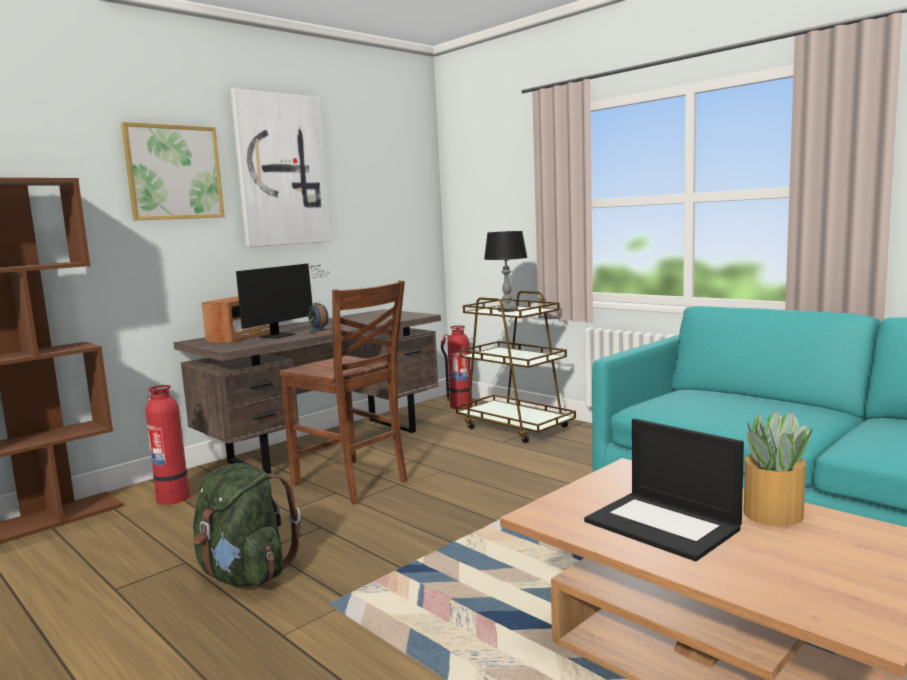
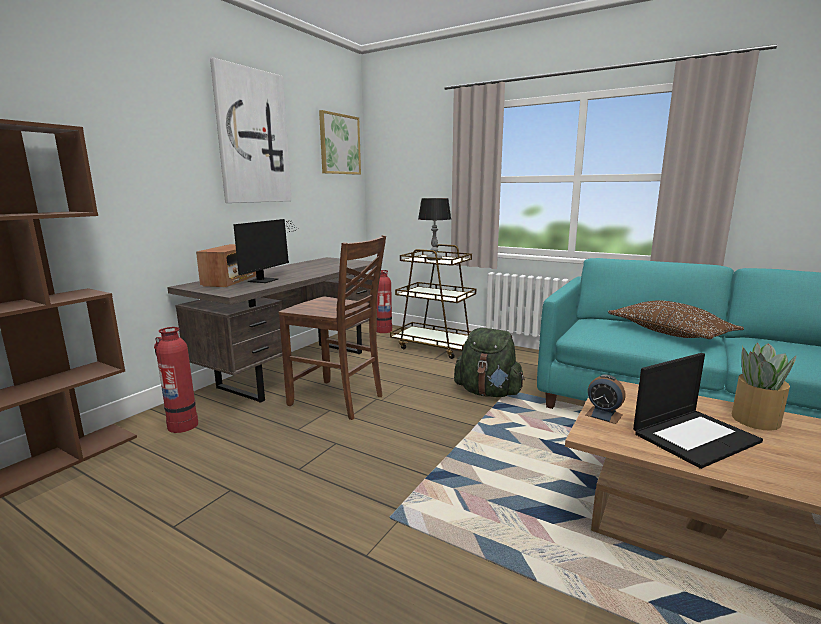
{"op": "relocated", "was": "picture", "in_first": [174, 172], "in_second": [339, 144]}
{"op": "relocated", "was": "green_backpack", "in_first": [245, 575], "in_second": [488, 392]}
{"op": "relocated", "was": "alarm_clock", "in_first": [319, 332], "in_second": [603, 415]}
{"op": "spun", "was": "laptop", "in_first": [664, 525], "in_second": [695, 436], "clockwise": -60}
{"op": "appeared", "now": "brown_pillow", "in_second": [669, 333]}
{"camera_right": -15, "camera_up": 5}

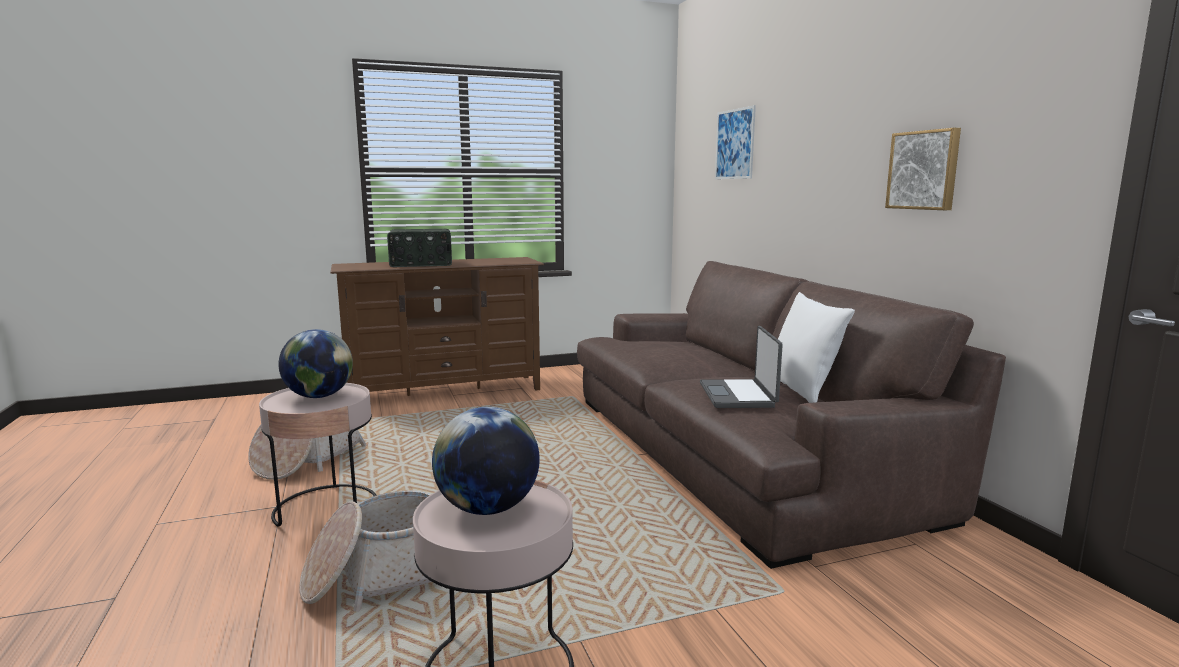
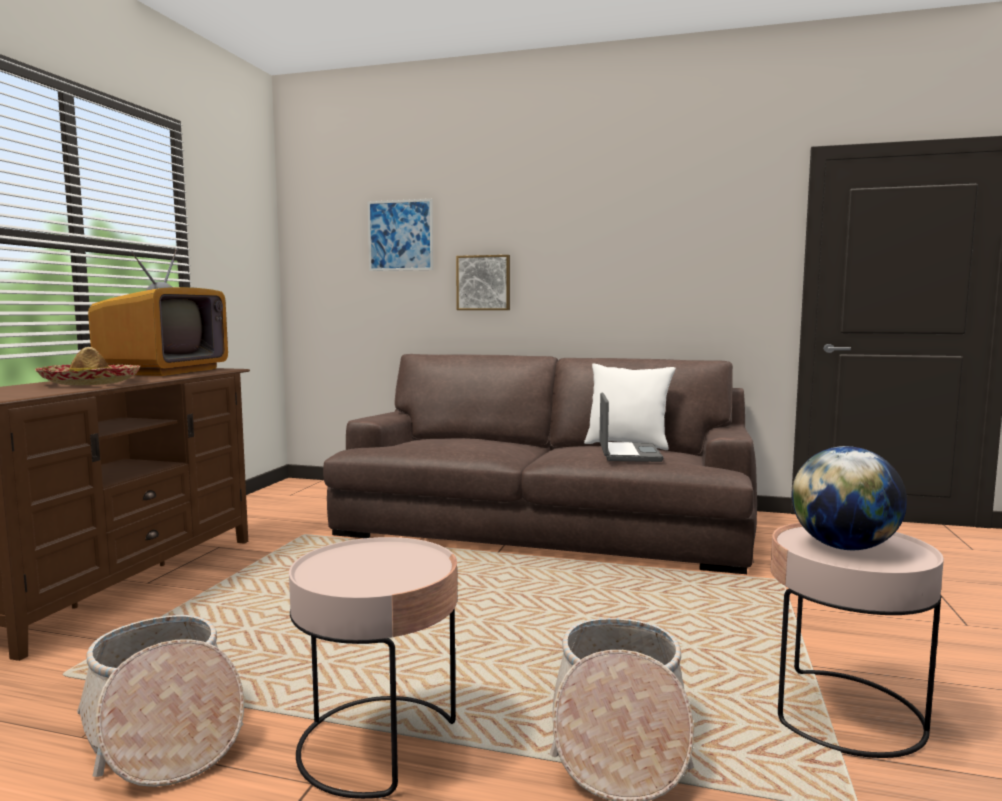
{"op": "missing", "was": "globe", "in_first": [319, 396]}
{"op": "exchanged", "was": "radio", "now": "hat", "in_first": [421, 264], "in_second": [91, 383]}
{"op": "spun", "was": "laptop", "in_first": [738, 395], "in_second": [627, 453], "clockwise": -120}
{"op": "relocated", "was": "picture", "in_first": [924, 170], "in_second": [483, 283]}
{"op": "appeared", "now": "television", "in_second": [164, 371]}
{"camera_right": -55, "camera_up": -5}

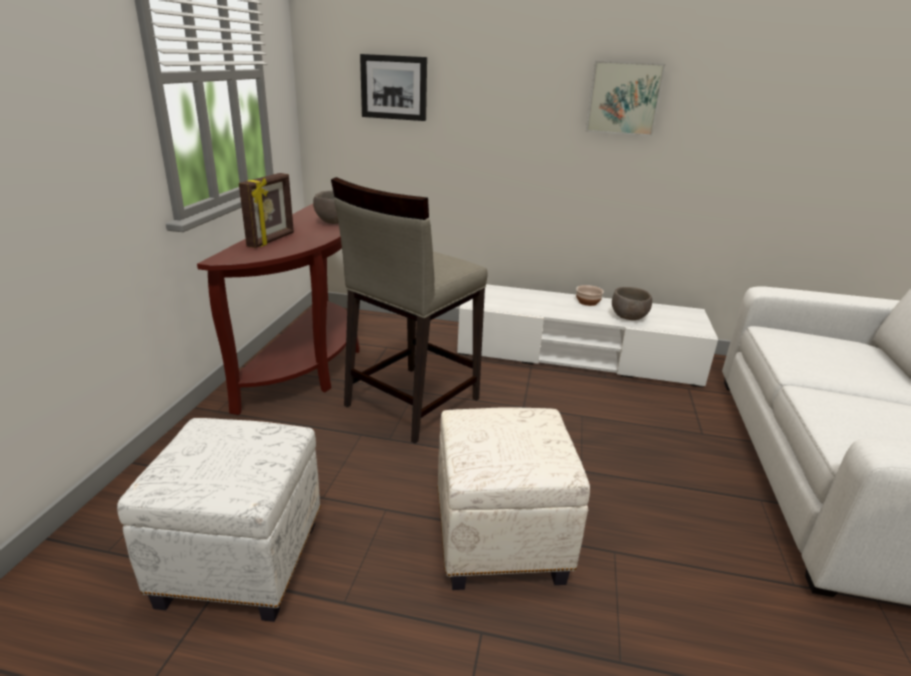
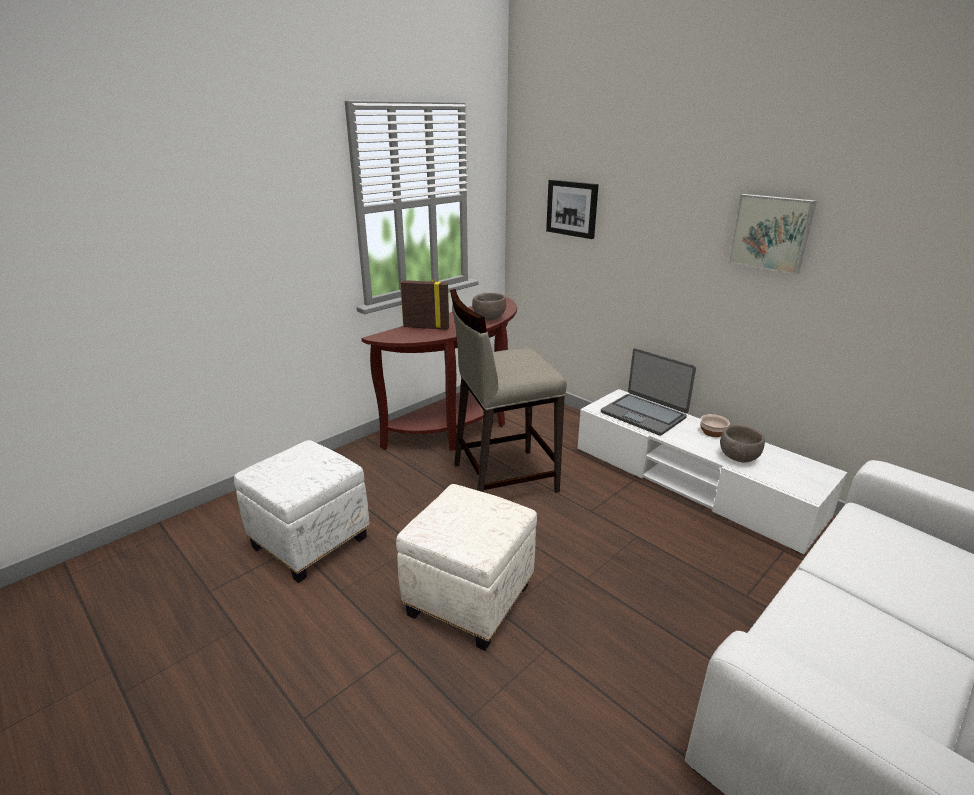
{"op": "spun", "was": "picture_frame", "in_first": [272, 240], "in_second": [426, 327], "clockwise": -135}
{"op": "appeared", "now": "laptop", "in_second": [643, 415]}
{"camera_right": 35, "camera_up": 0}

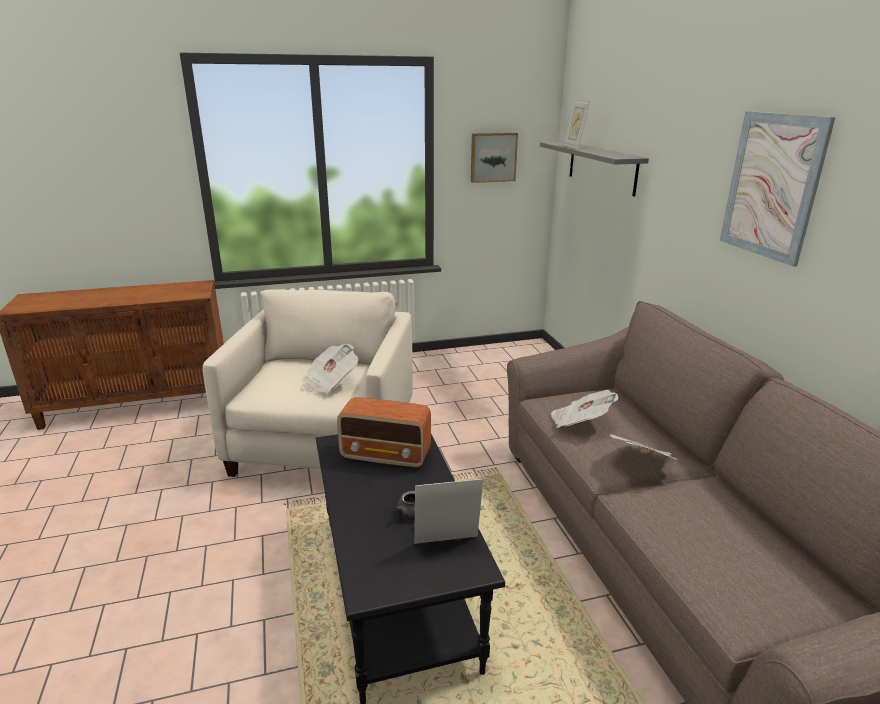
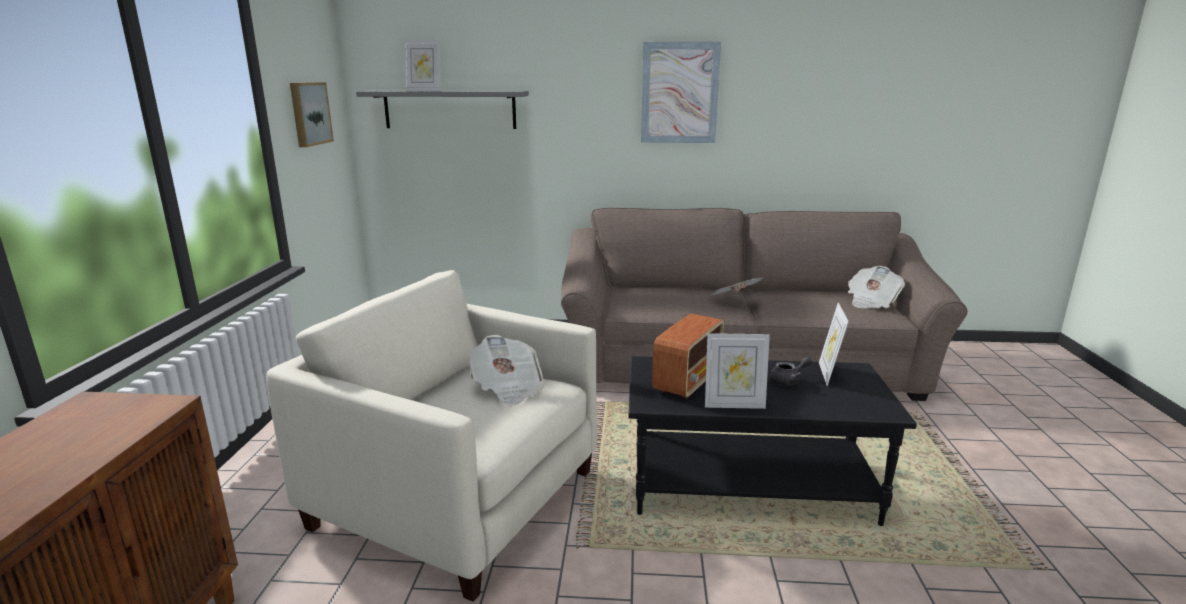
{"op": "relocated", "was": "newspaper", "in_first": [580, 423], "in_second": [871, 301]}
{"op": "appeared", "now": "picture_frame", "in_second": [734, 405]}
{"camera_right": -70, "camera_up": -5}

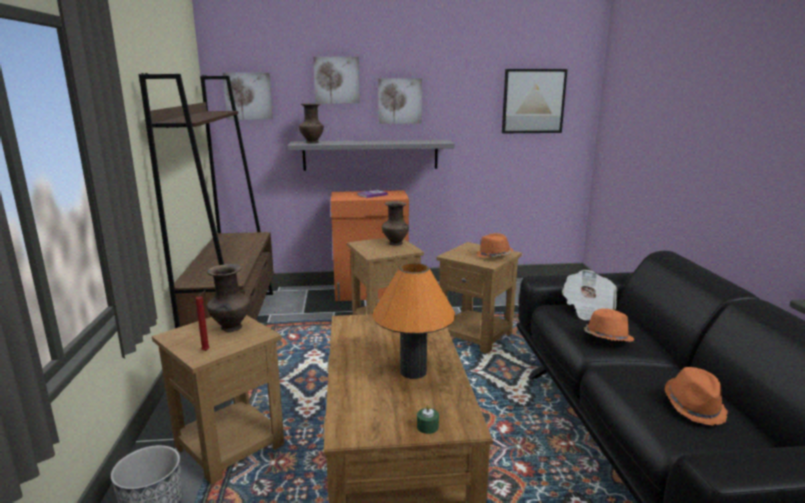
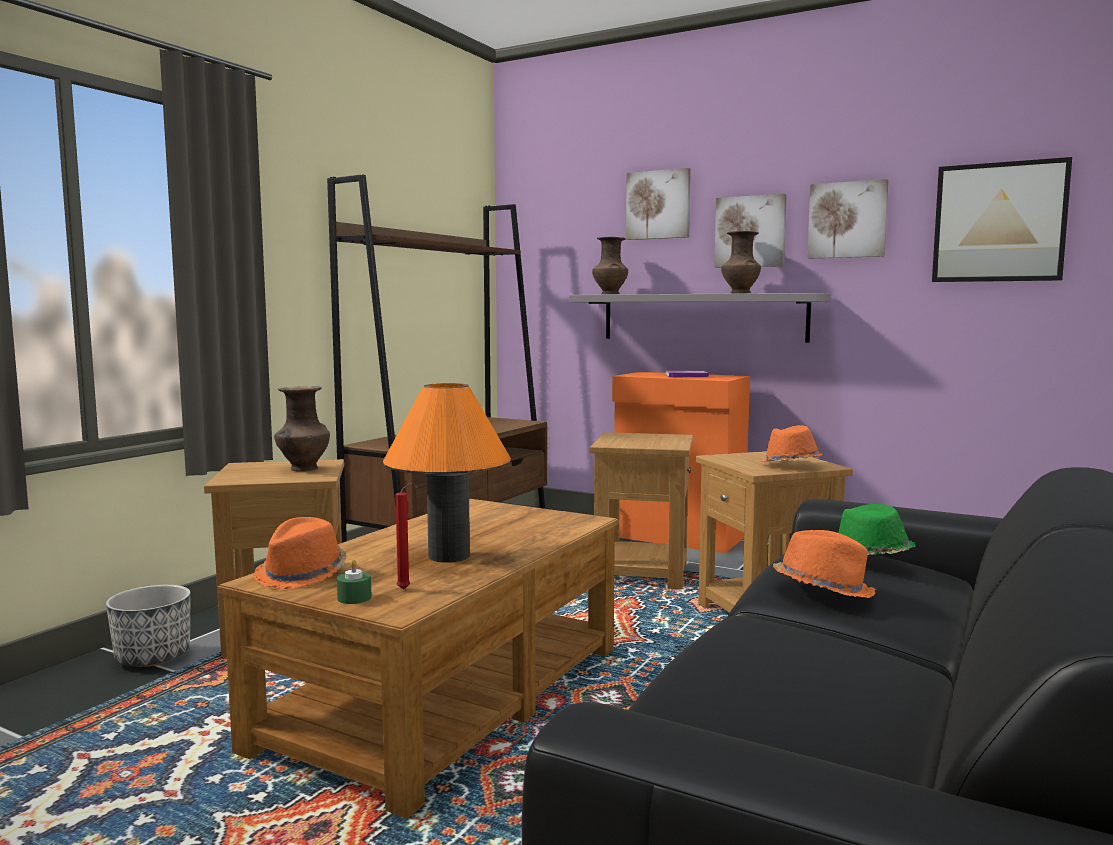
{"op": "relocated", "was": "red_candle", "in_first": [207, 351], "in_second": [405, 589]}
{"op": "relocated", "was": "picture", "in_first": [248, 96], "in_second": [847, 220]}
{"op": "relocated", "was": "brown_vase", "in_first": [395, 243], "in_second": [739, 293]}
{"op": "exchanged", "was": "newspaper", "now": "green_hat", "in_first": [588, 309], "in_second": [869, 556]}
{"op": "relocated", "was": "orange_hat", "in_first": [694, 407], "in_second": [303, 575]}
{"camera_right": 35, "camera_up": -10}

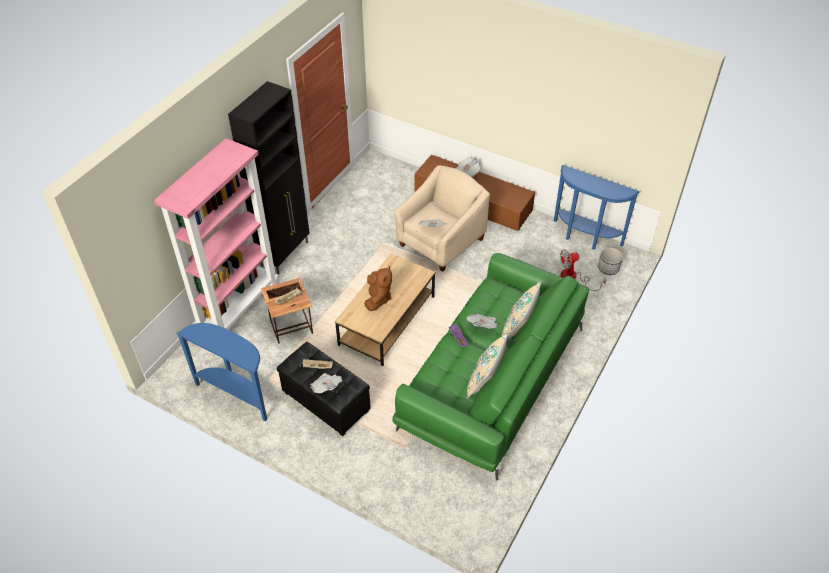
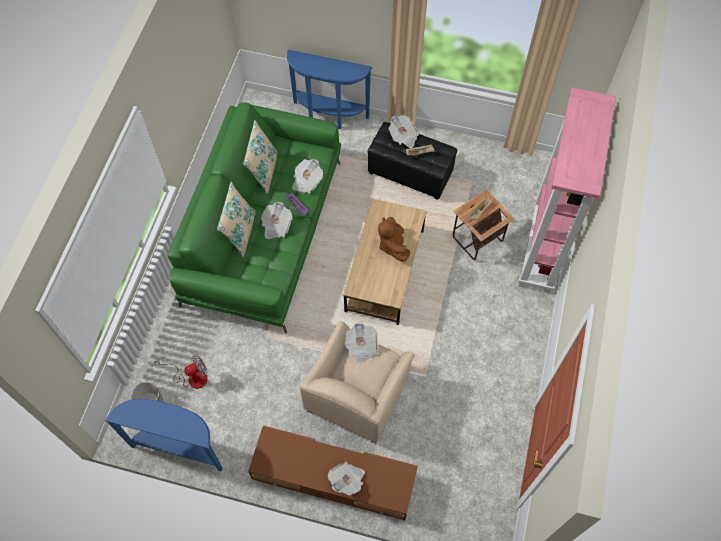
{"op": "relocated", "was": "blue_console_table", "in_first": [237, 394], "in_second": [329, 117]}
{"op": "missing", "was": "black_cabinet", "in_first": [285, 253]}
{"op": "appeared", "now": "newspaper", "in_second": [306, 181]}
{"camera_right": 165, "camera_up": 15}

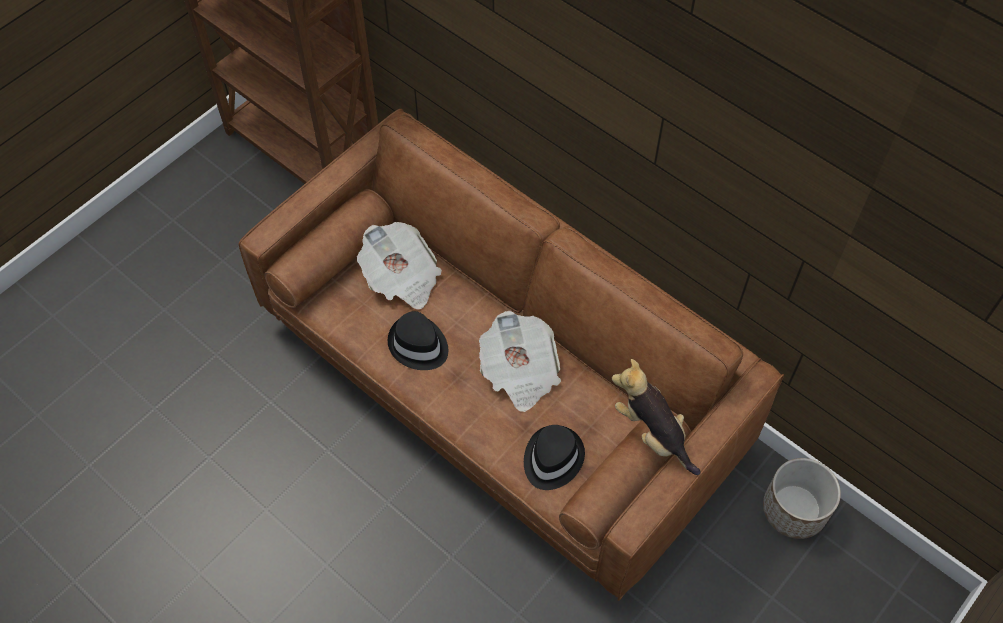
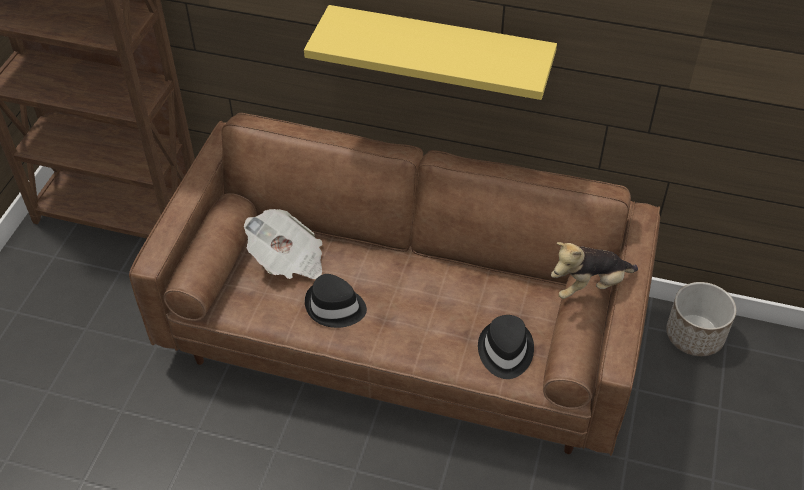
{"op": "missing", "was": "newspaper", "in_first": [519, 372]}
{"op": "spun", "was": "plush_toy", "in_first": [652, 433], "in_second": [588, 286], "clockwise": -45}
{"op": "appeared", "now": "yellow_shelf", "in_second": [439, 49]}
{"camera_right": -25, "camera_up": -10}

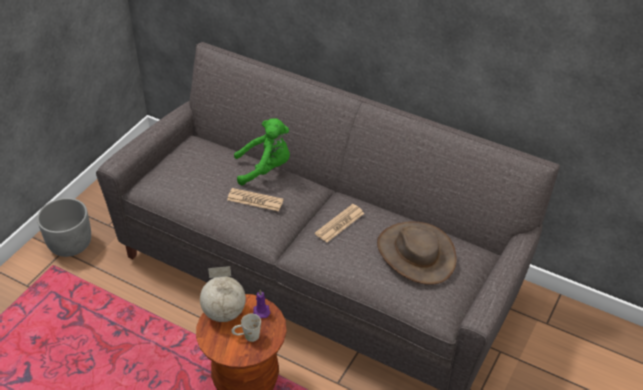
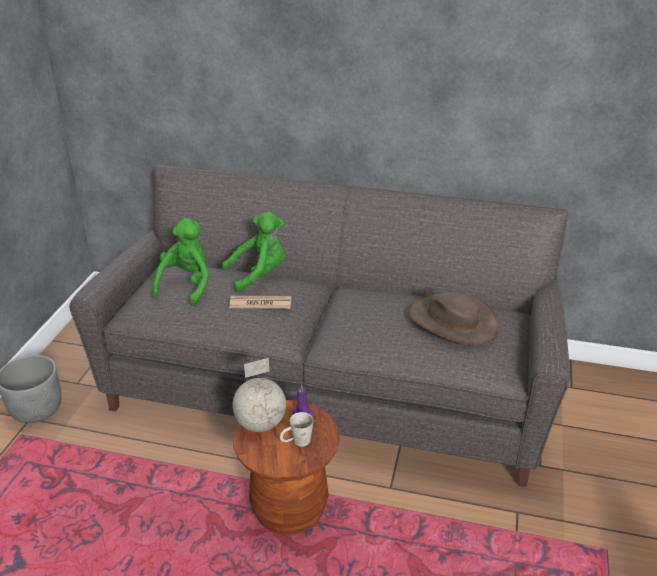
{"op": "missing", "was": "newspaper", "in_first": [339, 223]}
{"op": "appeared", "now": "green_plush_toy", "in_second": [186, 285]}
{"camera_right": -15, "camera_up": -10}

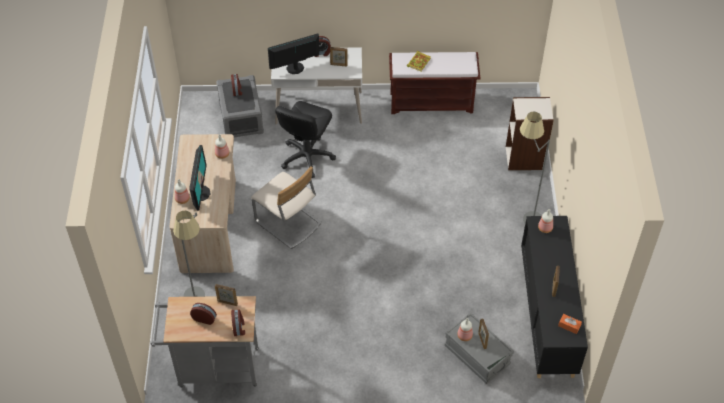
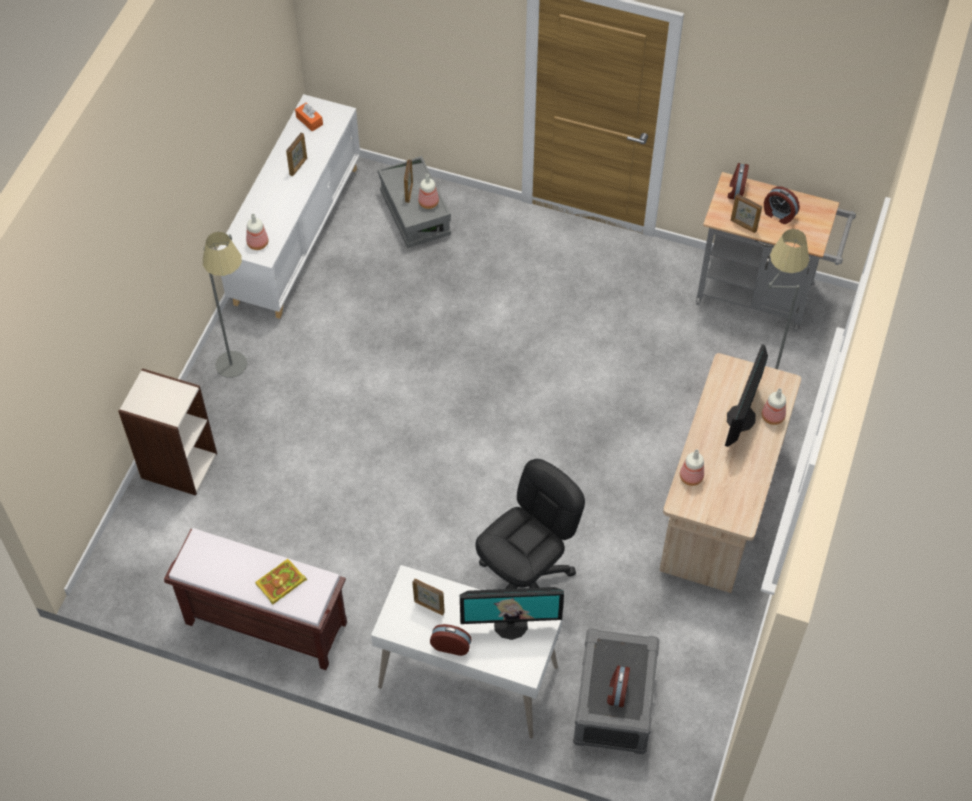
{"op": "missing", "was": "beige_chair", "in_first": [288, 223]}
{"op": "colour", "was": "black_cabinet", "now": "white_cabinet", "in_first": [547, 314], "in_second": [296, 234]}
{"camera_right": -160, "camera_up": 5}

